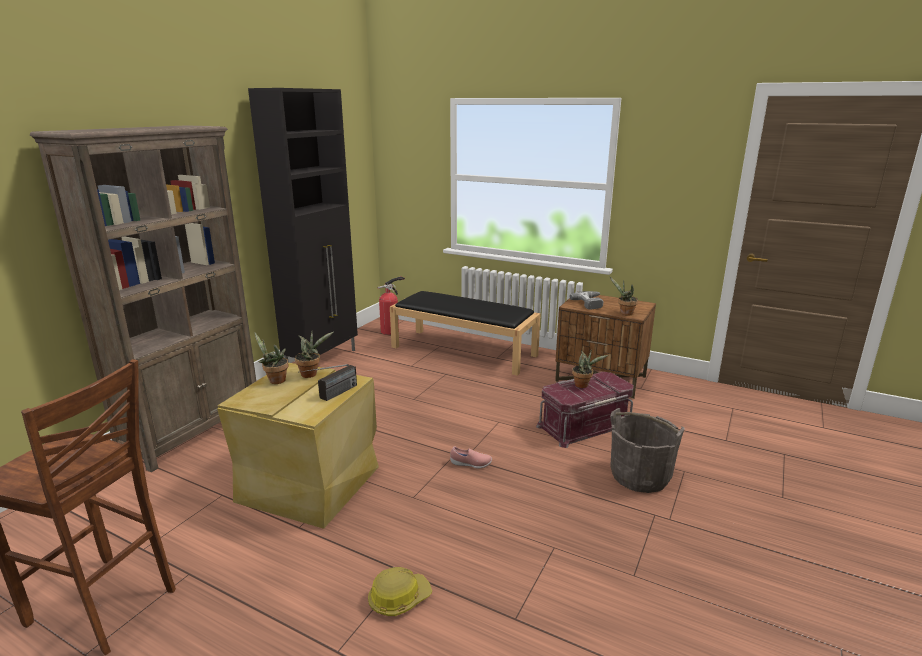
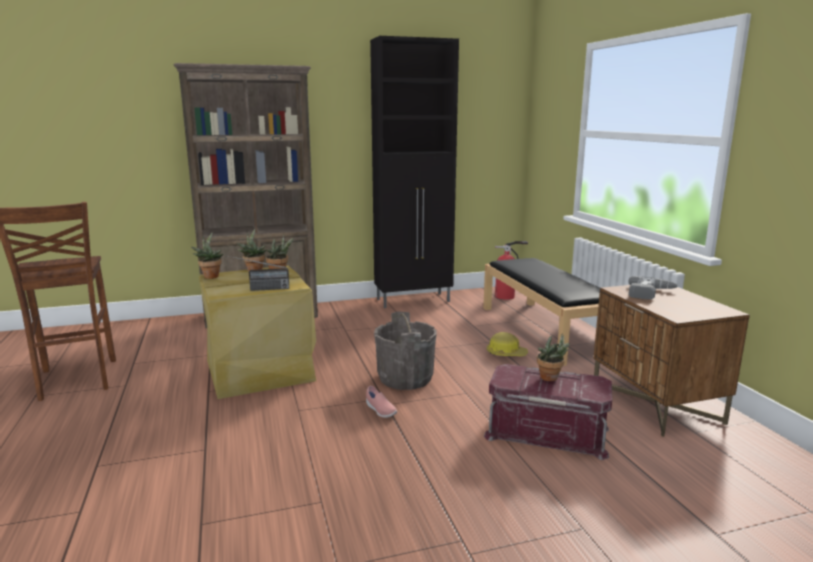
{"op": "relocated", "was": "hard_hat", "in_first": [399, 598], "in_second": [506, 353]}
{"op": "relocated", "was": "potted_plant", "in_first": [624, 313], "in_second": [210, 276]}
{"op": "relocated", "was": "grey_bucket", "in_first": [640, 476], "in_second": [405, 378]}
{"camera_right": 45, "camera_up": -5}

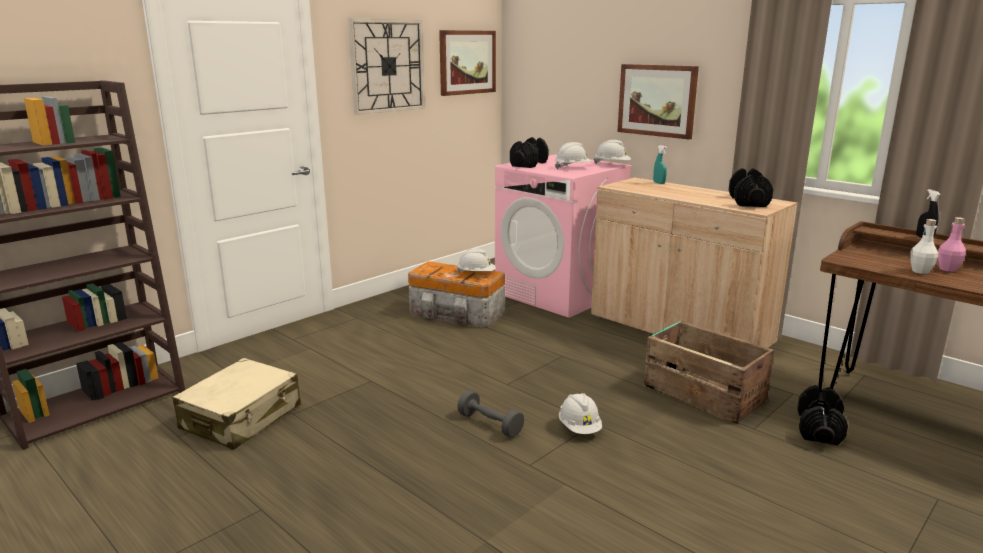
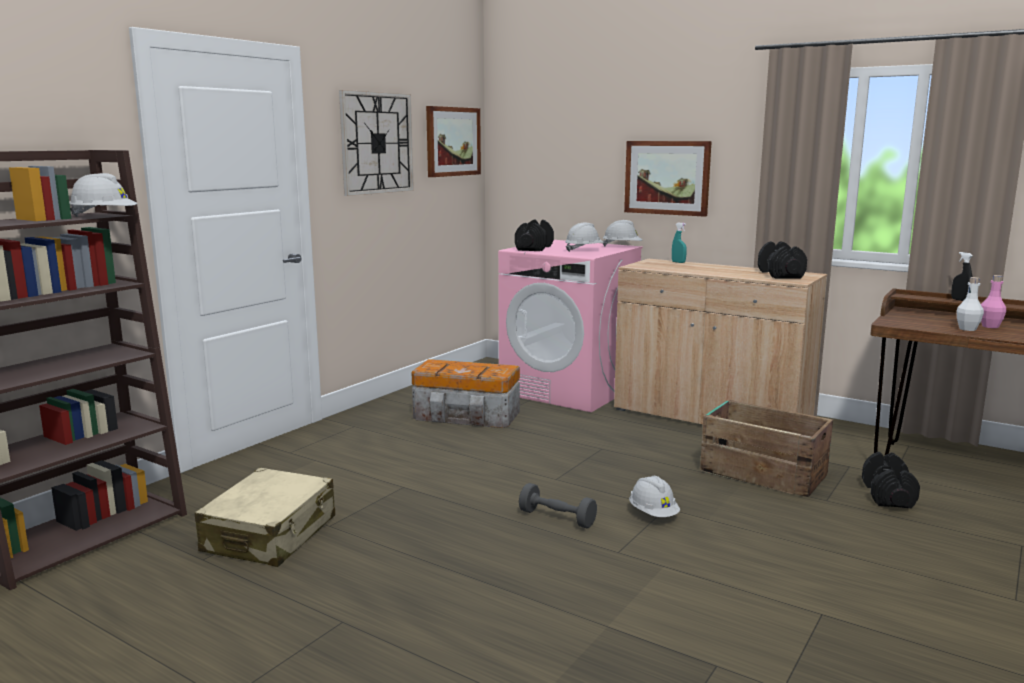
{"op": "relocated", "was": "white_hard_hat", "in_first": [476, 274], "in_second": [104, 217]}
{"camera_right": -10, "camera_up": -5}

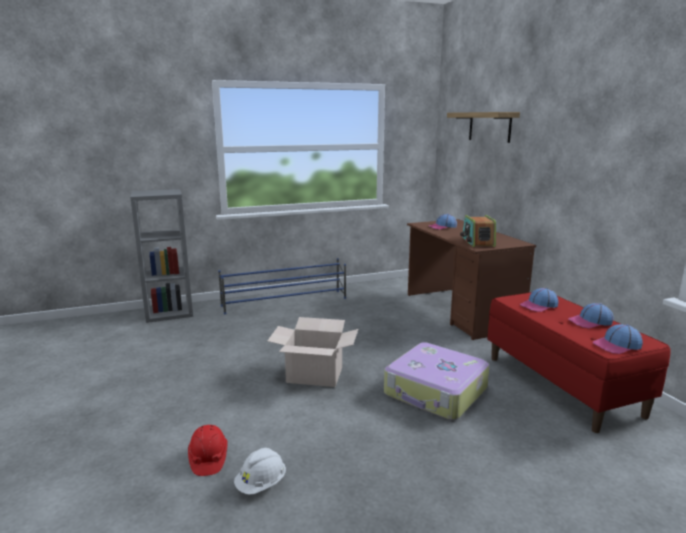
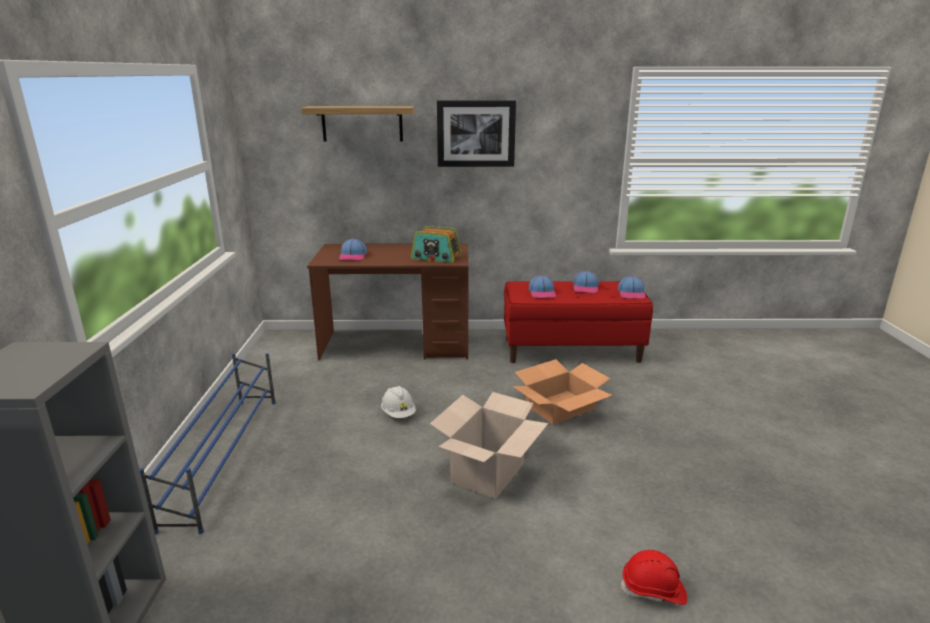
{"op": "relocated", "was": "white_hard_hat", "in_first": [261, 484], "in_second": [398, 414]}
{"op": "exchanged", "was": "suitcase", "now": "cardboard_box", "in_first": [435, 392], "in_second": [560, 407]}
{"op": "appeared", "now": "picture", "in_second": [476, 133]}
{"camera_right": -70, "camera_up": 5}

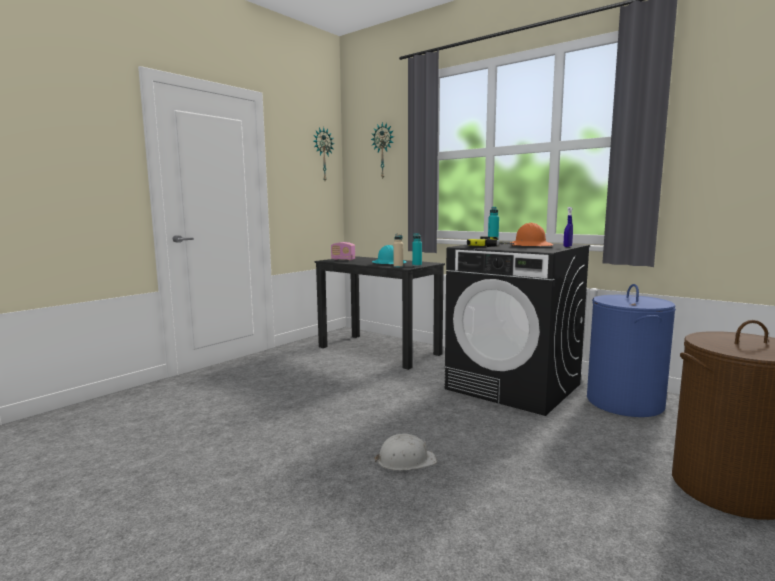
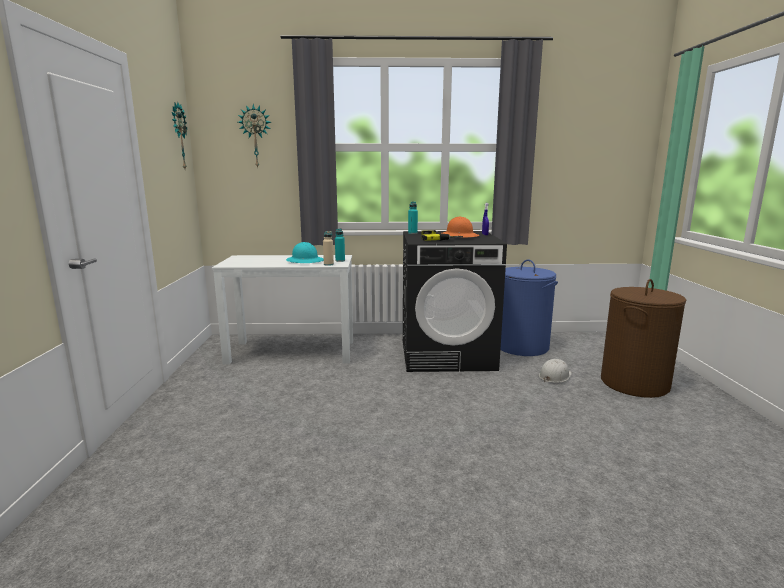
{"op": "colour", "was": "black_desk", "now": "white_desk", "in_first": [379, 350], "in_second": [292, 352]}
{"op": "missing", "was": "radio", "in_first": [343, 259]}
{"op": "relocated", "was": "white_hard_hat", "in_first": [405, 460], "in_second": [554, 376]}
{"camera_right": -40, "camera_up": 5}

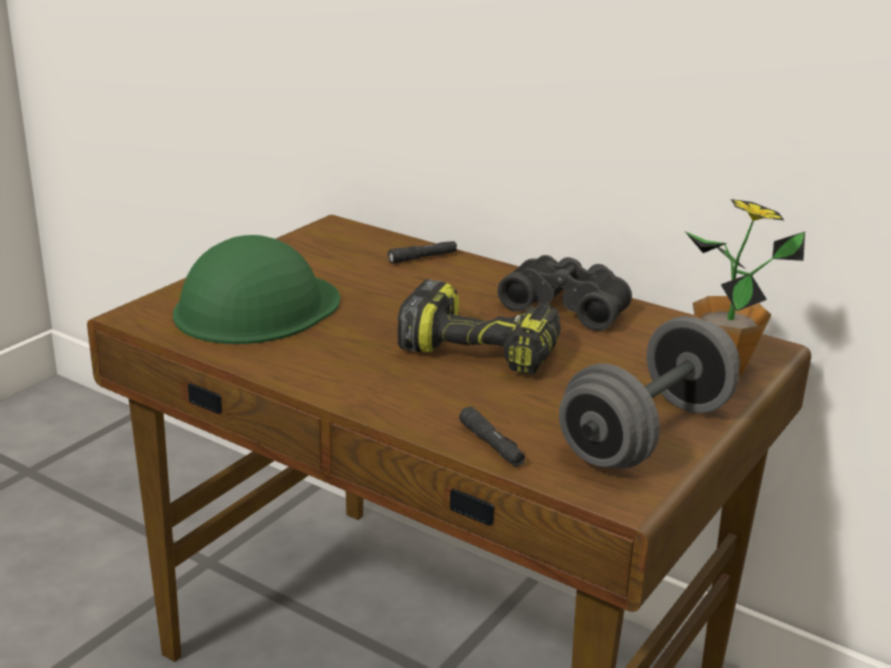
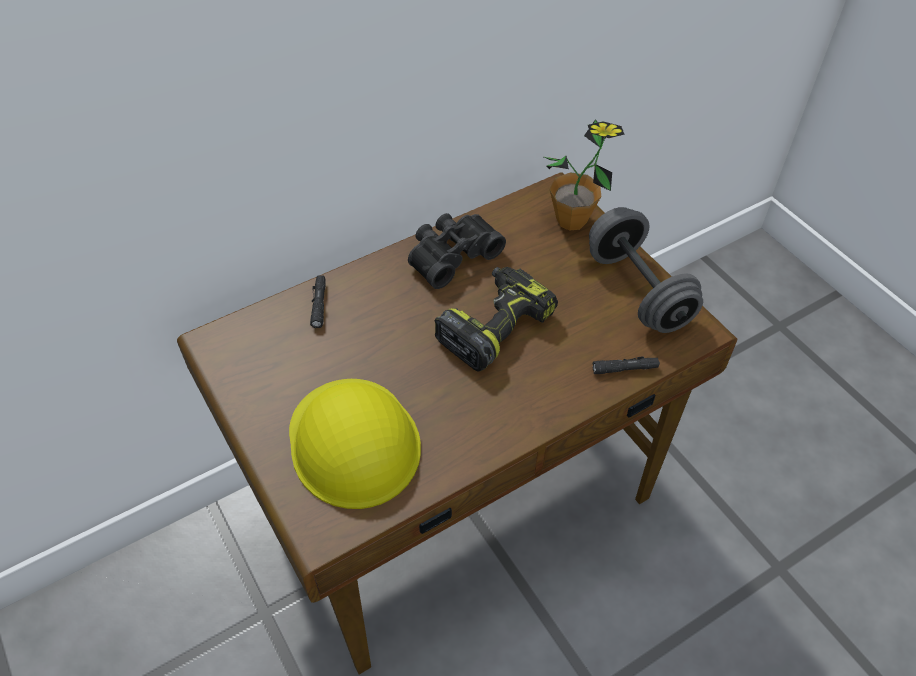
{"op": "colour", "was": "green_hard_hat", "now": "yellow_hard_hat", "in_first": [256, 307], "in_second": [354, 442]}
{"camera_right": -65, "camera_up": 25}

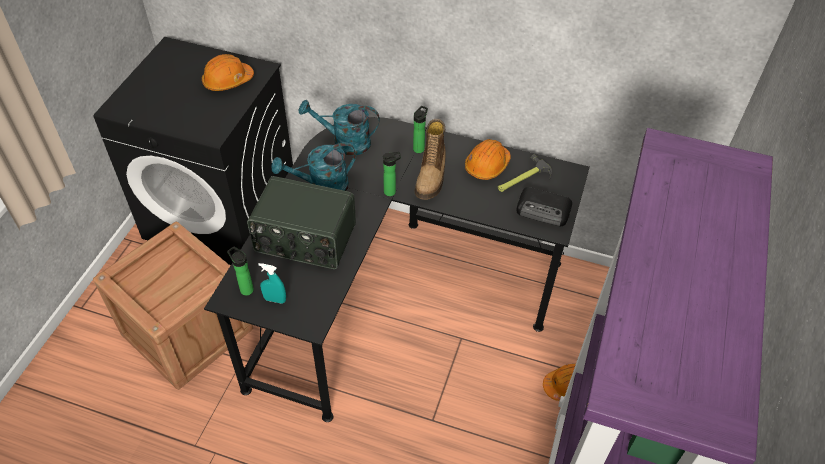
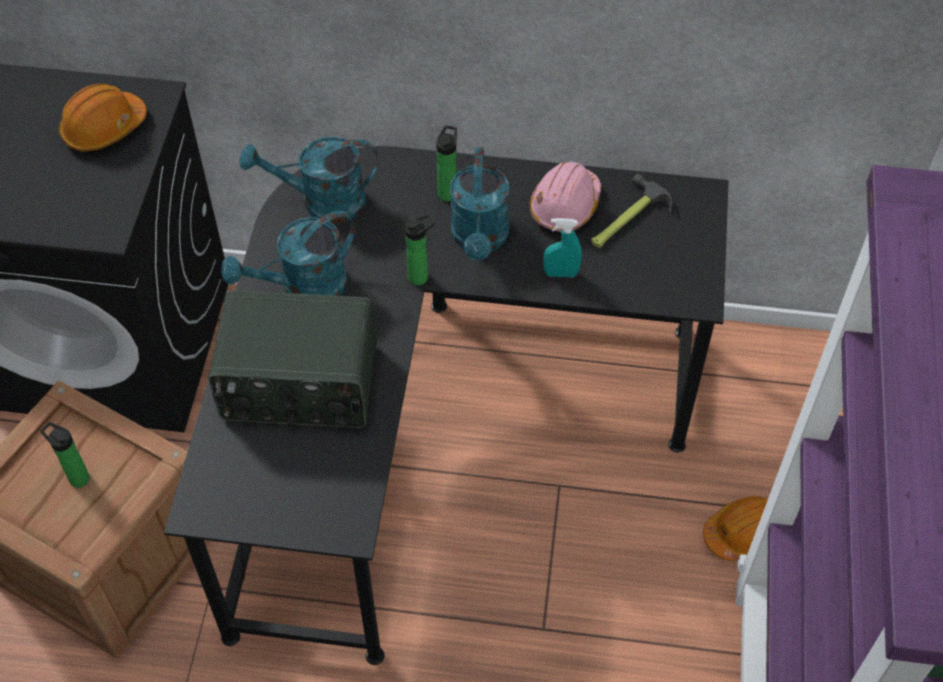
{"op": "relocated", "was": "bottle", "in_first": [245, 289], "in_second": [77, 477]}
{"op": "relocated", "was": "turquoise_spray_bottle", "in_first": [275, 299], "in_second": [561, 273]}
{"op": "exchanged", "was": "boot", "now": "turquoise_watering_can", "in_first": [431, 177], "in_second": [480, 240]}
{"op": "colour", "was": "orange_hard_hat", "now": "pink_hard_hat", "in_first": [487, 166], "in_second": [565, 205]}
{"op": "missing", "was": "radio", "in_first": [544, 210]}
{"camera_right": -10, "camera_up": 5}

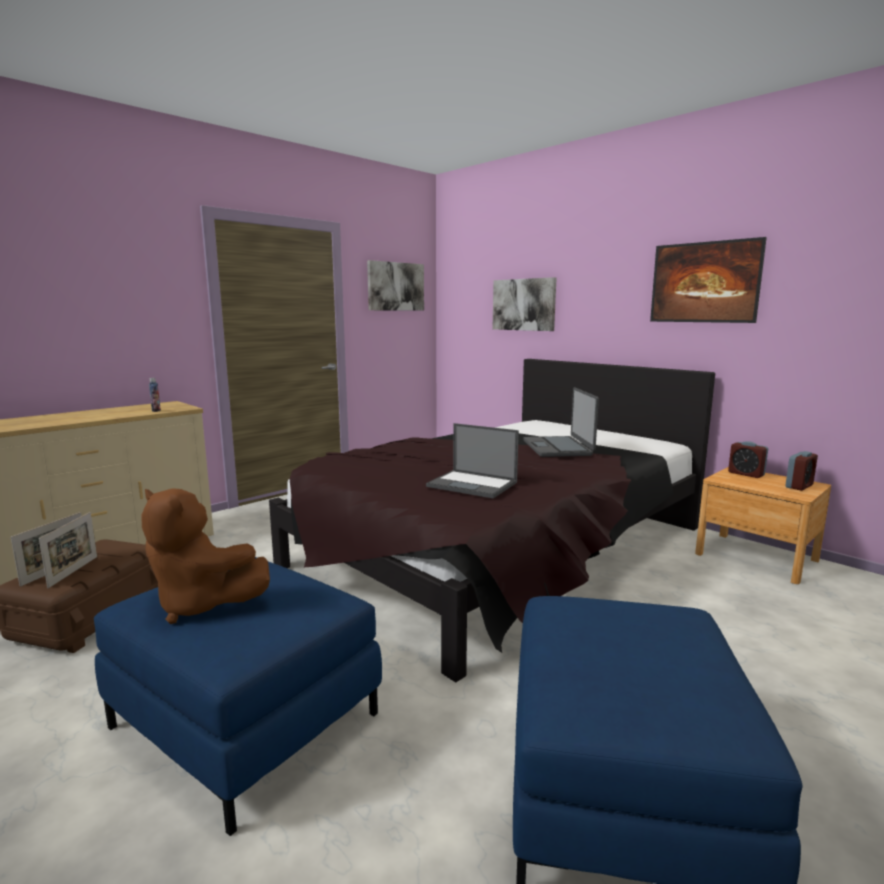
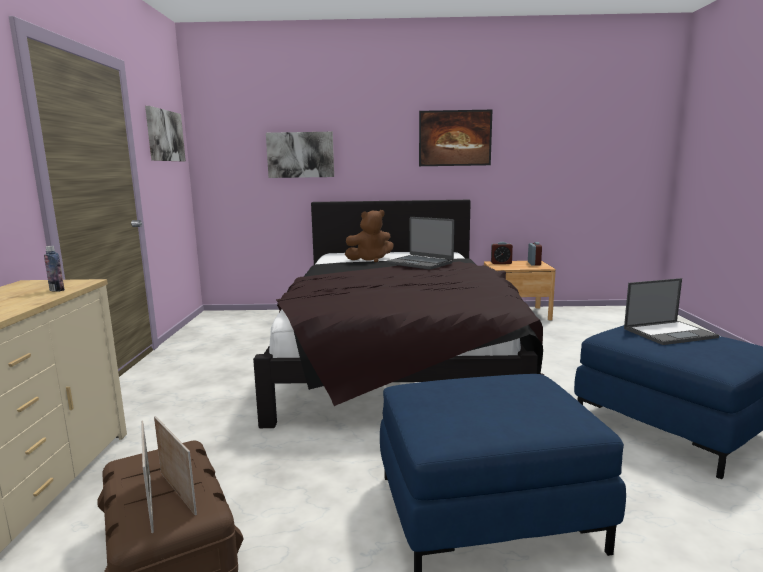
{"op": "relocated", "was": "brown_plush_toy", "in_first": [201, 605], "in_second": [370, 260]}
{"op": "relocated", "was": "laptop", "in_first": [473, 484], "in_second": [670, 333]}
{"camera_right": -45, "camera_up": 0}

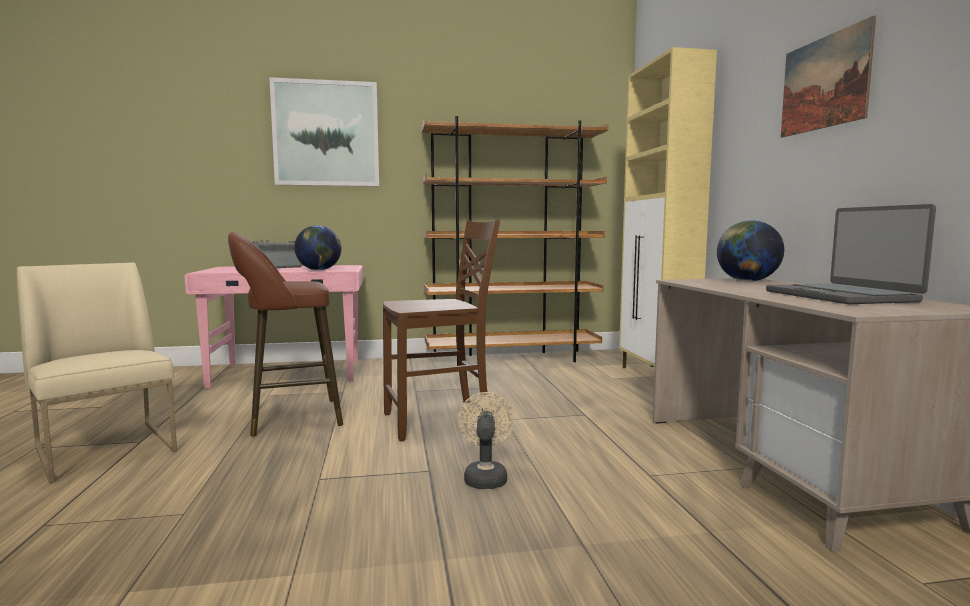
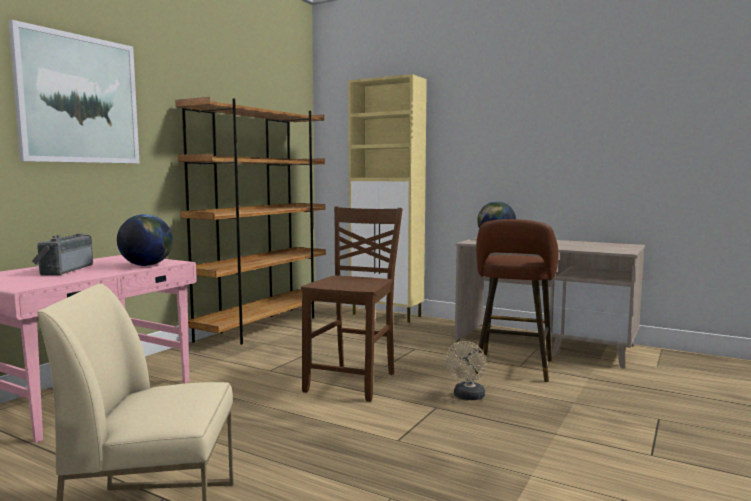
{"op": "relocated", "was": "brown_stool", "in_first": [288, 418], "in_second": [513, 369]}
{"op": "spun", "was": "beige_fan", "in_first": [485, 476], "in_second": [467, 397], "clockwise": -105}
{"op": "missing", "was": "laptop", "in_first": [840, 296]}
{"op": "missing", "was": "picture", "in_first": [824, 83]}
{"camera_right": -50, "camera_up": 0}

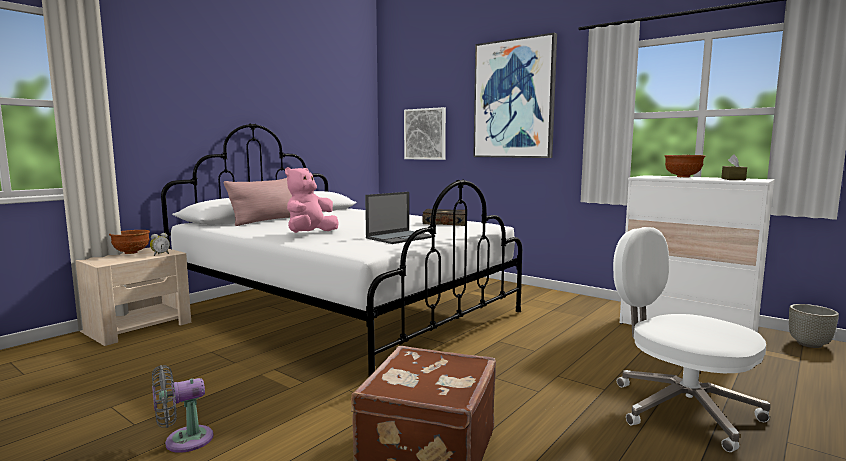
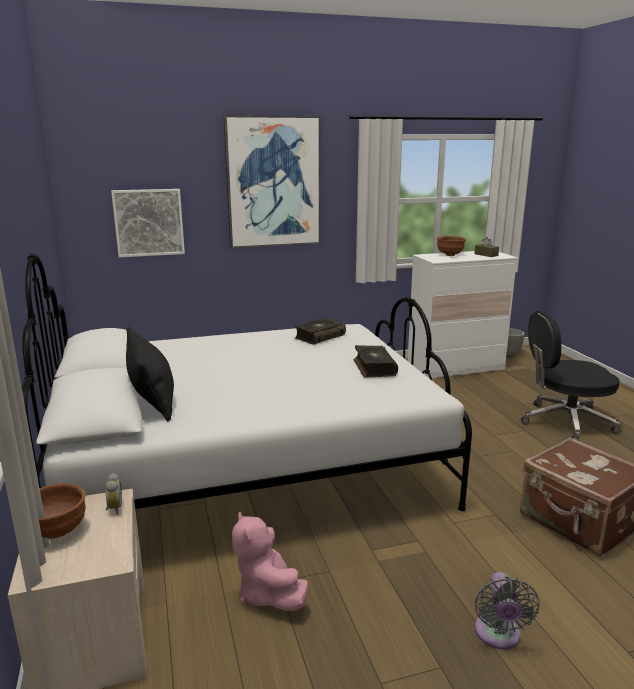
{"op": "colour", "was": "pink_pillow", "now": "black_pillow", "in_first": [267, 220], "in_second": [152, 398]}
{"op": "relocated", "was": "pink_plush_toy", "in_first": [310, 234], "in_second": [268, 593]}
{"op": "exchanged", "was": "laptop", "now": "book", "in_first": [401, 237], "in_second": [373, 368]}
{"op": "colour", "was": "white_office_chair", "now": "black_office_chair", "in_first": [681, 409], "in_second": [565, 422]}
{"camera_right": -55, "camera_up": 10}

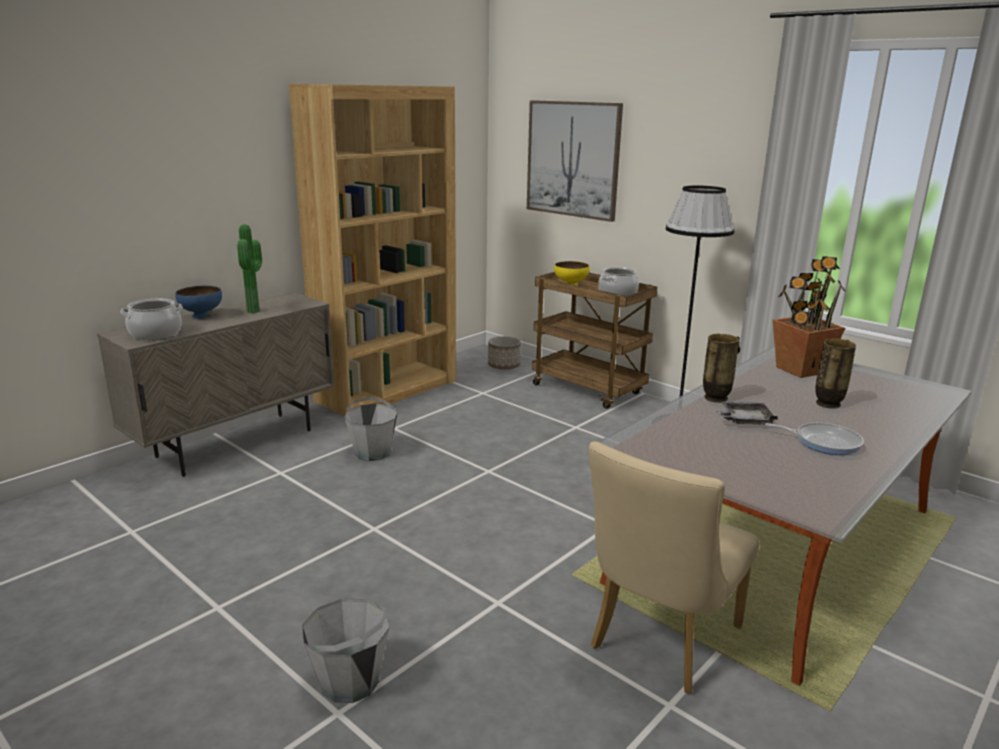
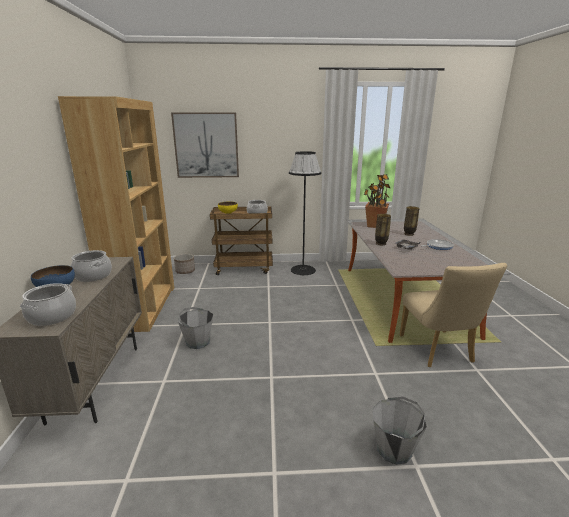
{"op": "exchanged", "was": "potted_plant", "now": "cooking_pot", "in_first": [255, 311], "in_second": [93, 276]}
{"camera_right": -45, "camera_up": 0}

